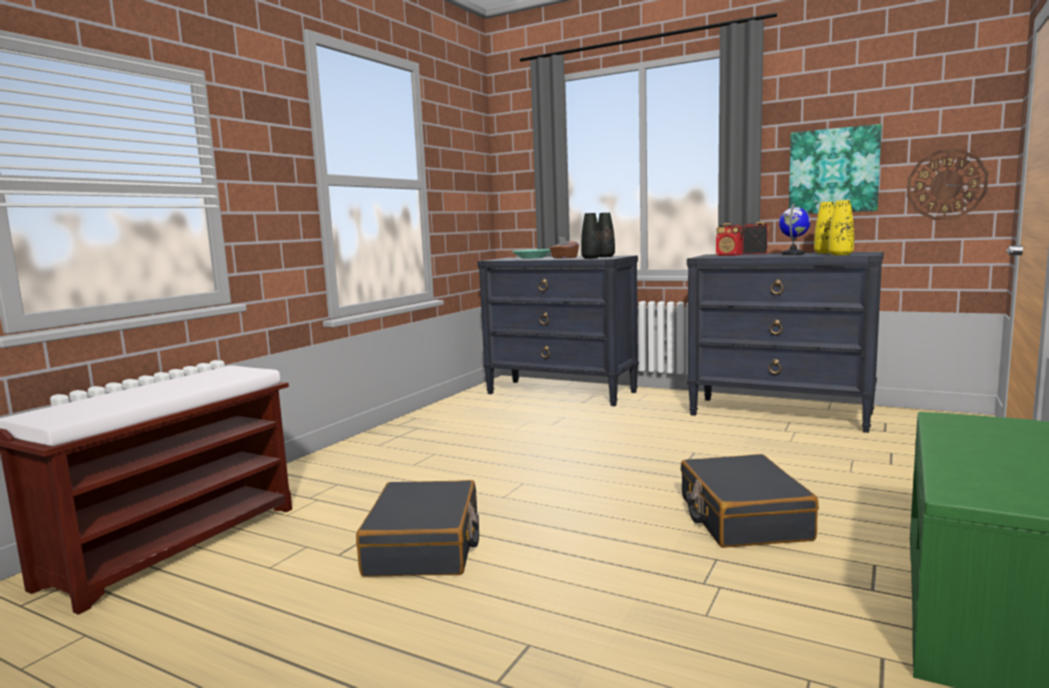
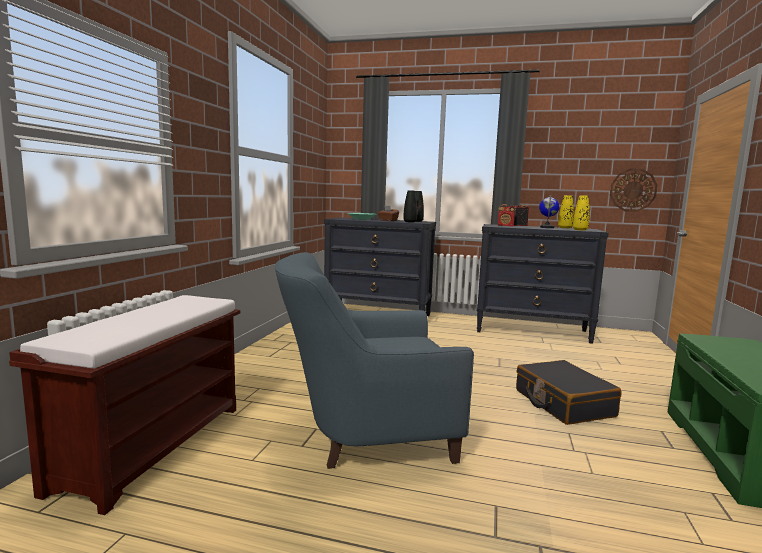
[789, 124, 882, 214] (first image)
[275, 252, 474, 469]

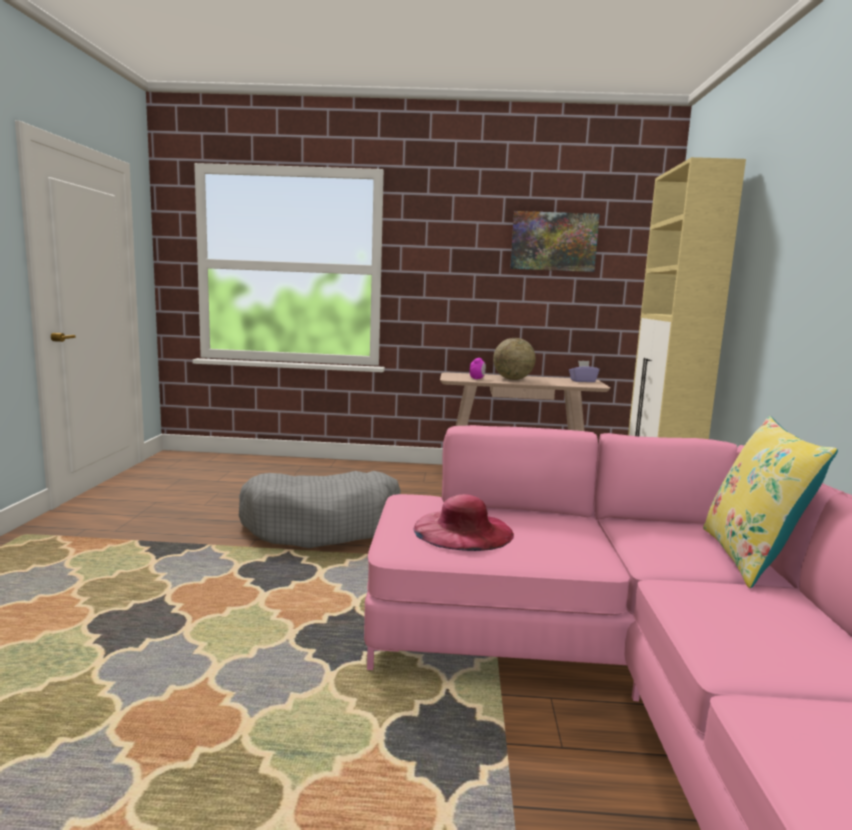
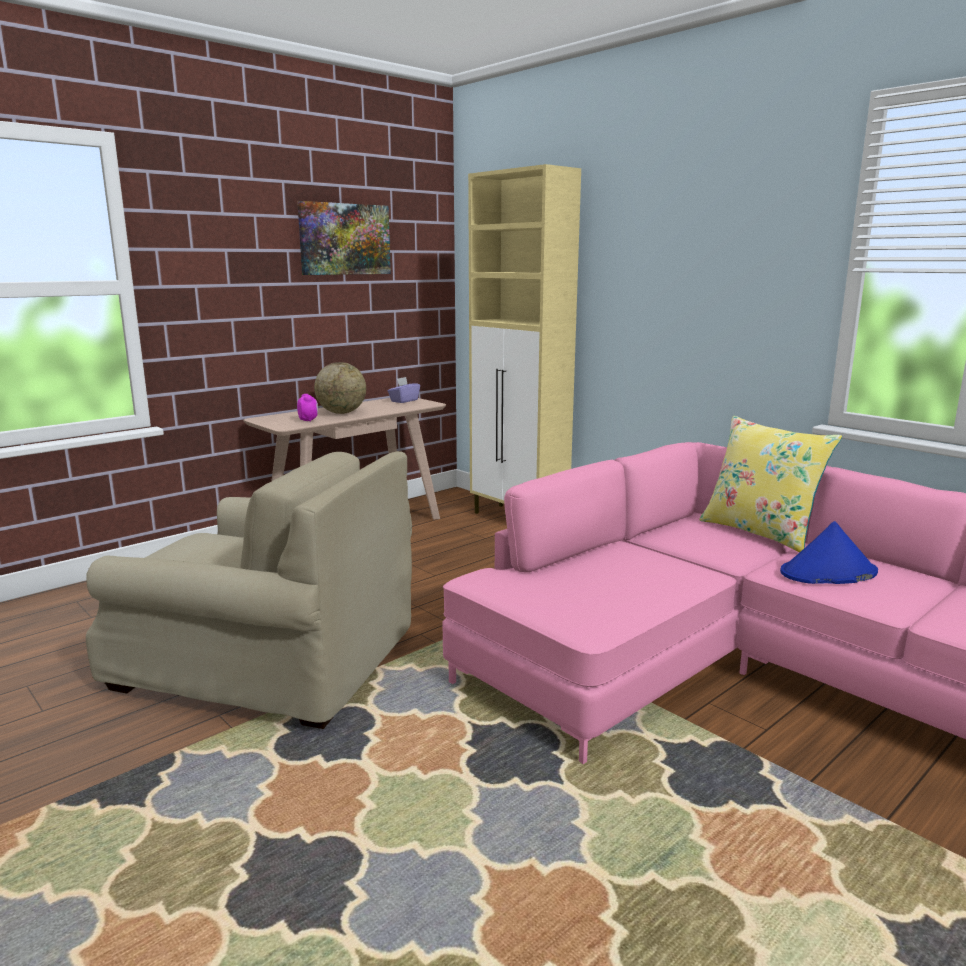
[414, 494, 514, 551] (first image)
[780, 521, 878, 584]
[86, 451, 412, 729]

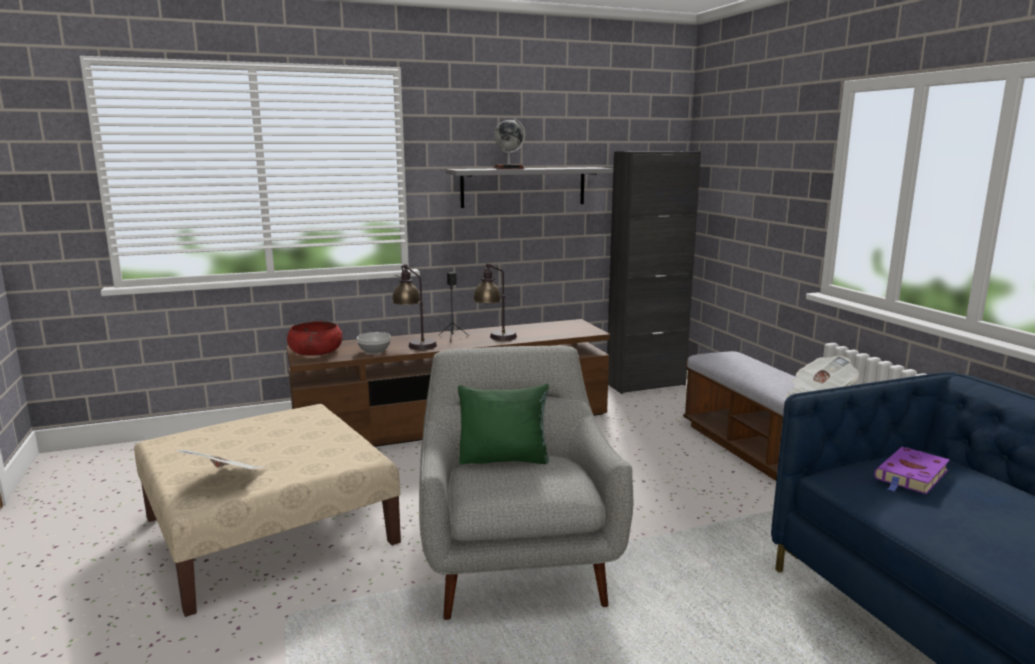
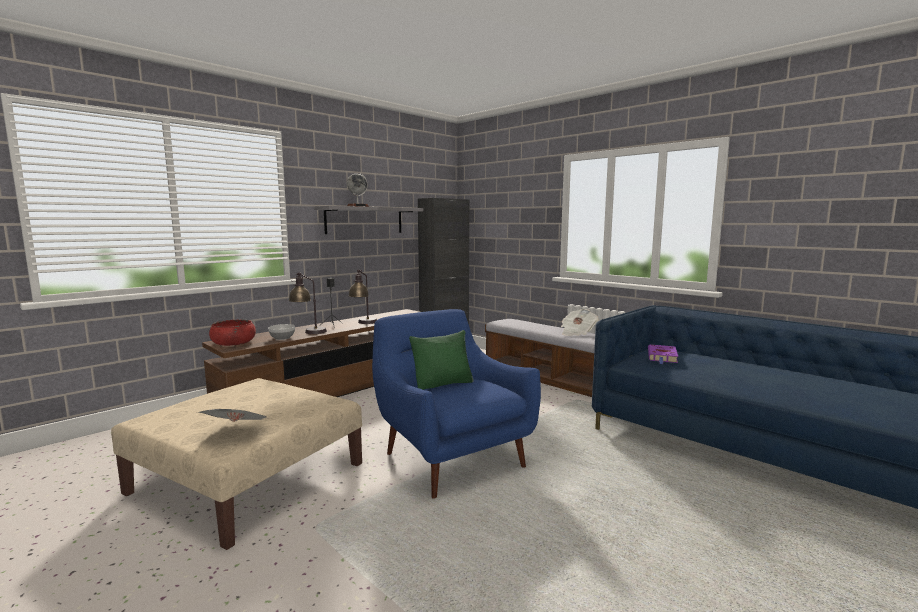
[372, 309, 541, 499]

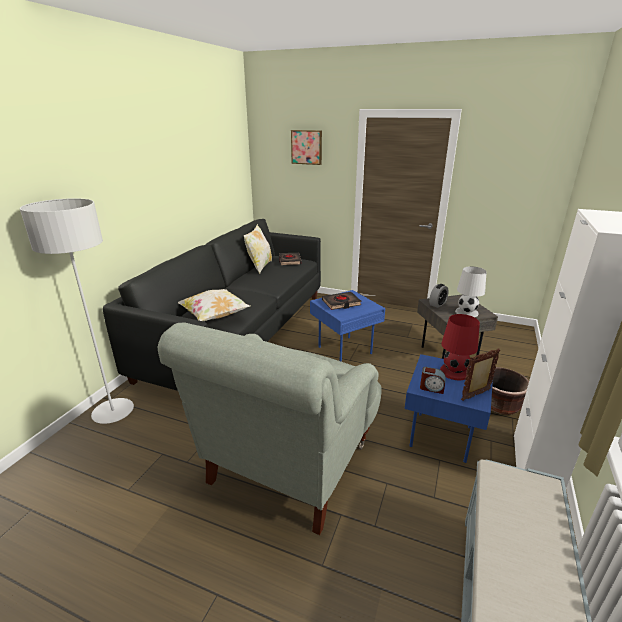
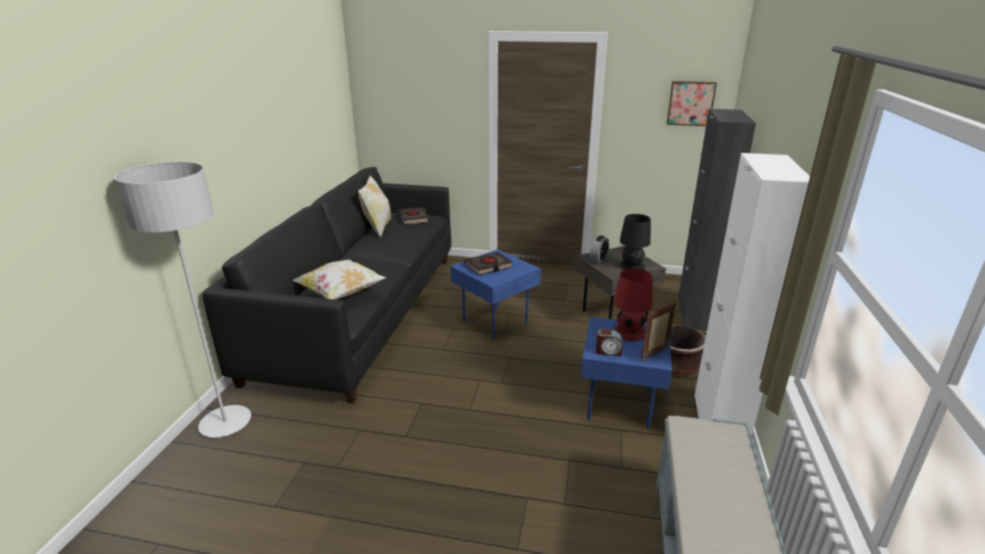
[157, 322, 381, 535] (first image)
[678, 109, 756, 331]
[667, 81, 717, 126]
[619, 214, 651, 270]

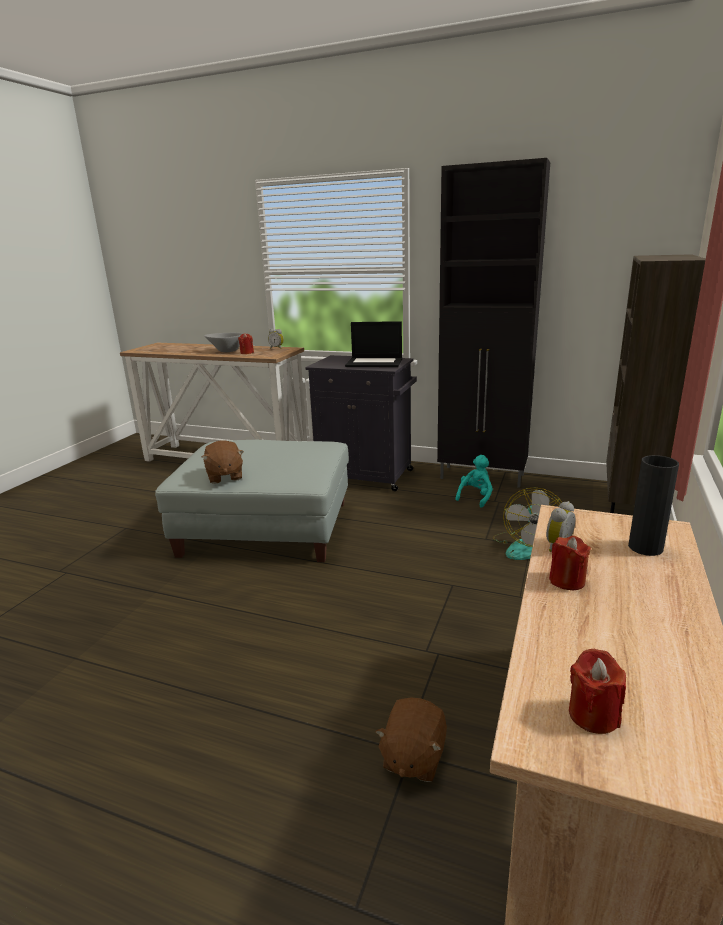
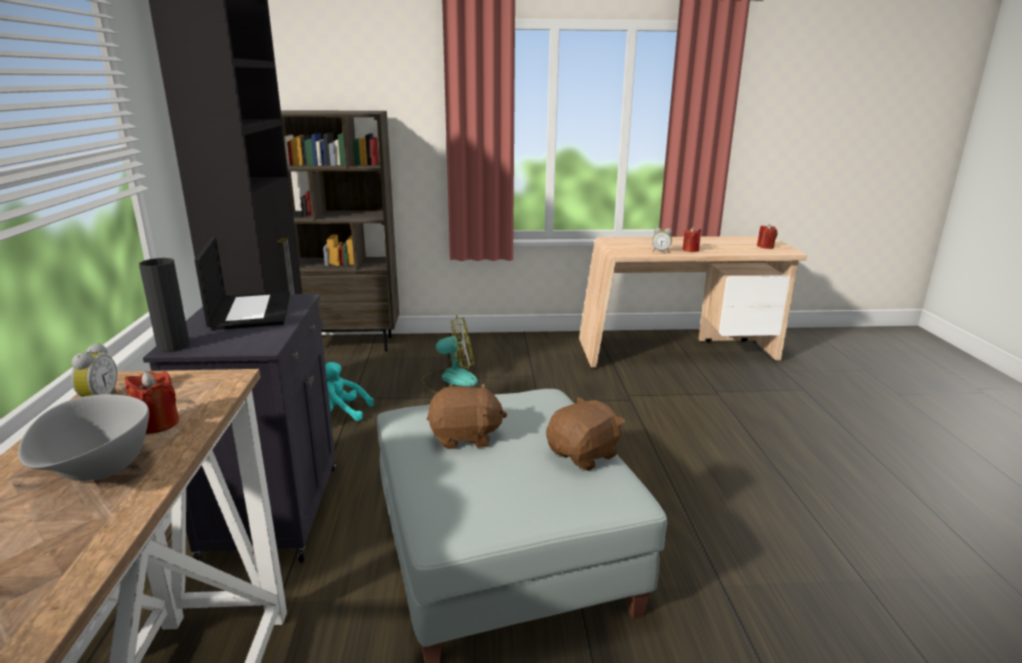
[427, 383, 507, 449]
[139, 258, 190, 352]

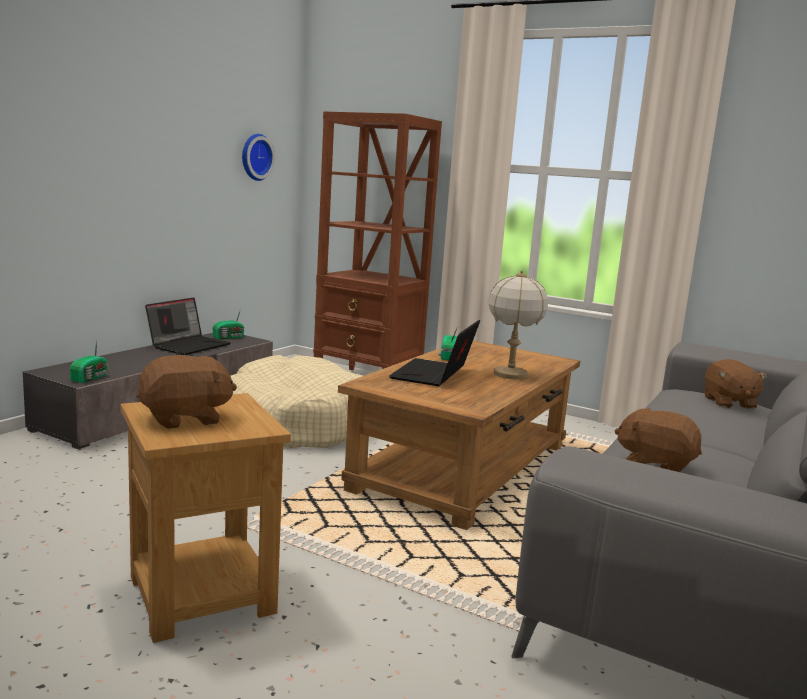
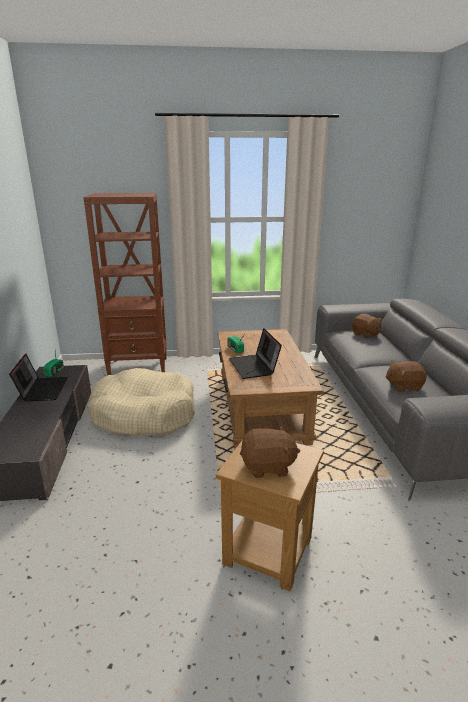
[70, 339, 108, 383] (first image)
[242, 134, 275, 181] (first image)
[488, 270, 548, 380] (first image)
[240, 426, 300, 478]

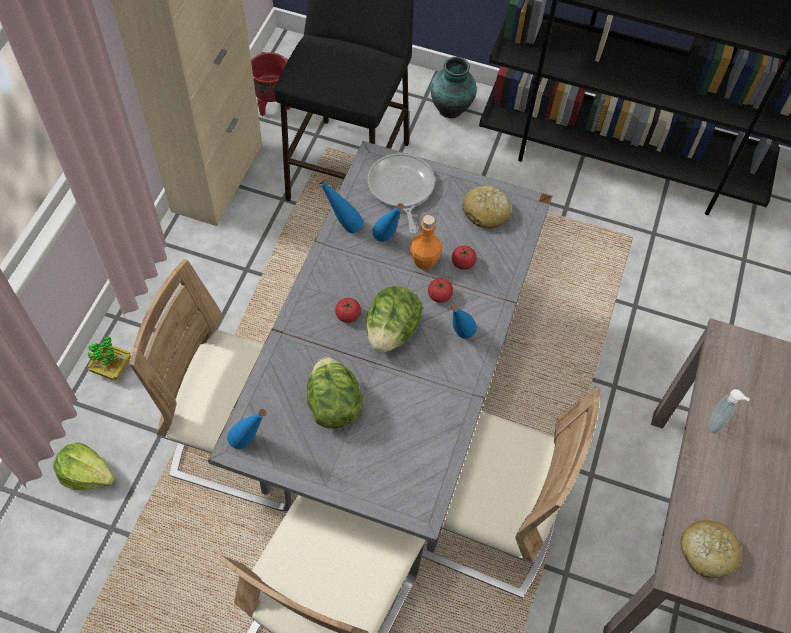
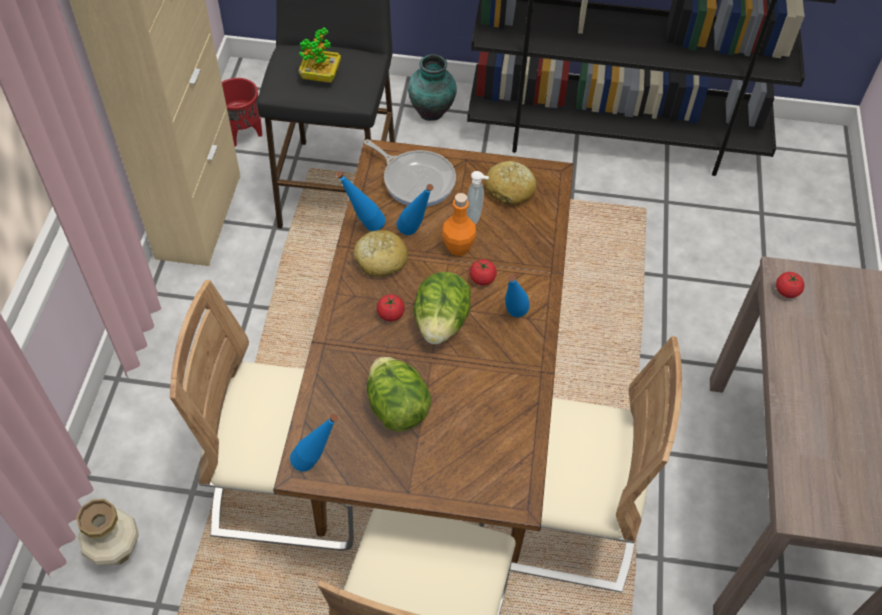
[299, 27, 341, 83]
[776, 272, 804, 298]
[354, 230, 409, 277]
[467, 171, 489, 225]
[76, 499, 139, 566]
[273, 139, 574, 563]
[364, 140, 456, 207]

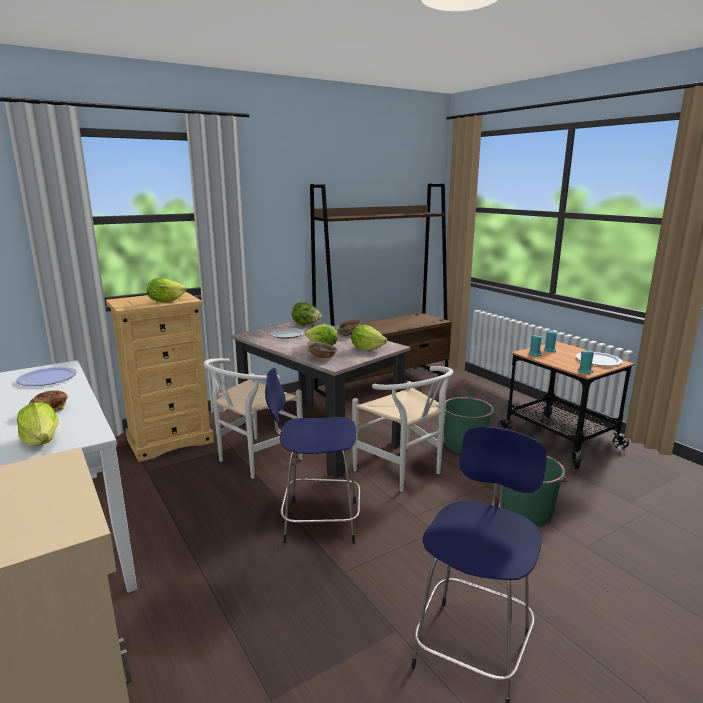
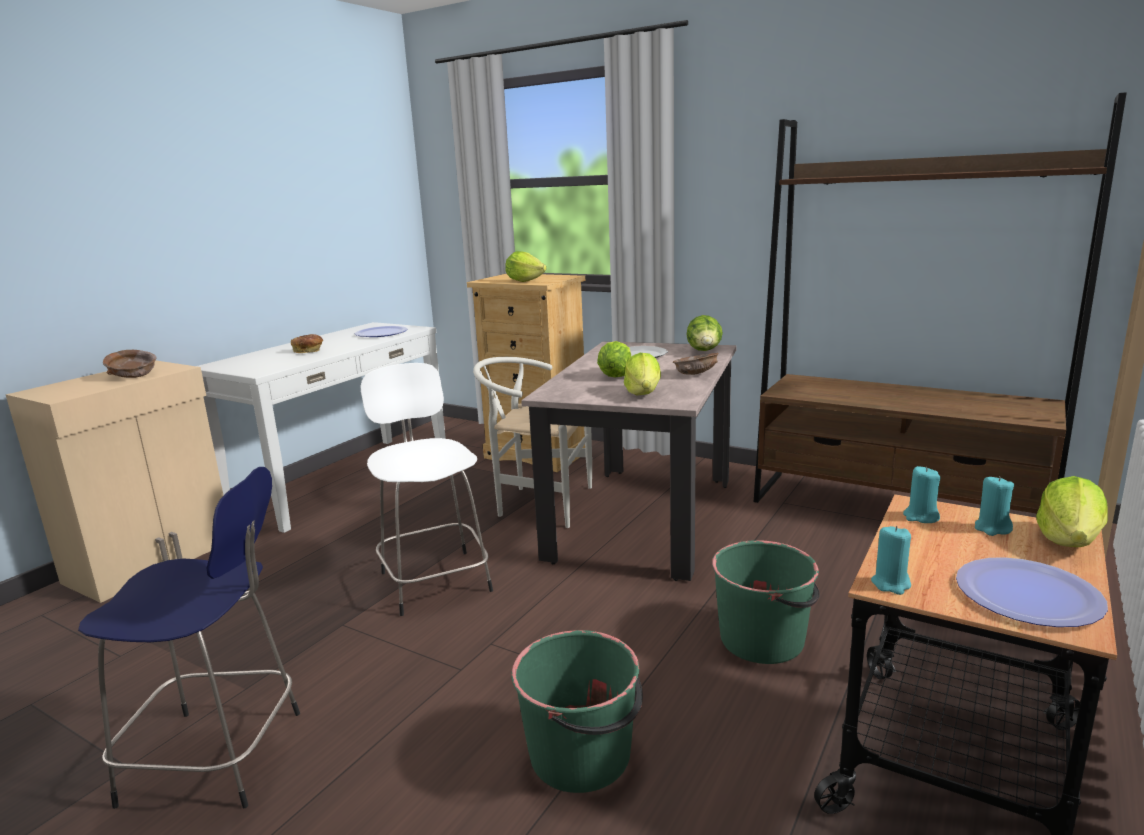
[352, 366, 453, 492] (first image)
[1036, 476, 1108, 547]
[103, 350, 157, 378]
[361, 363, 493, 616]

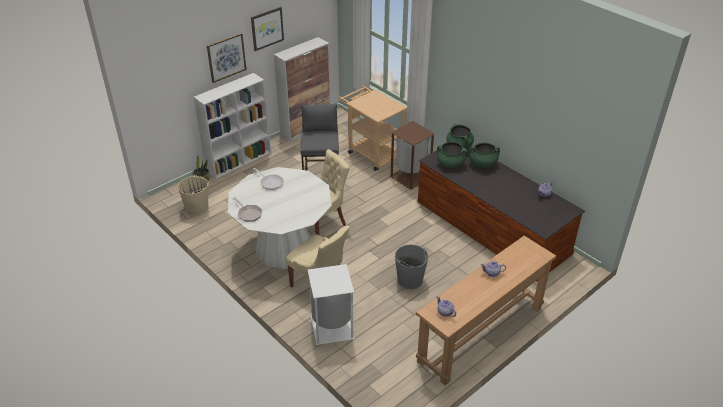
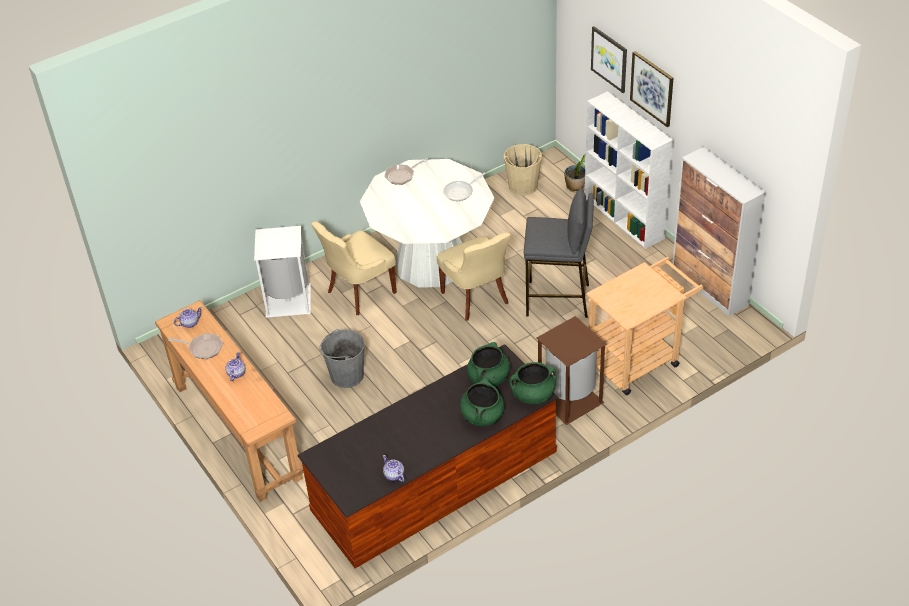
[168, 333, 223, 359]
[591, 26, 627, 93]

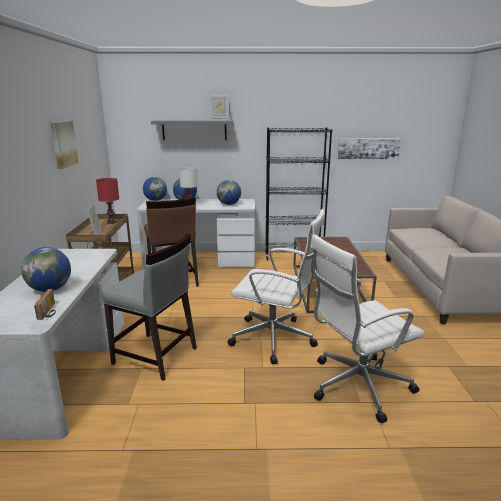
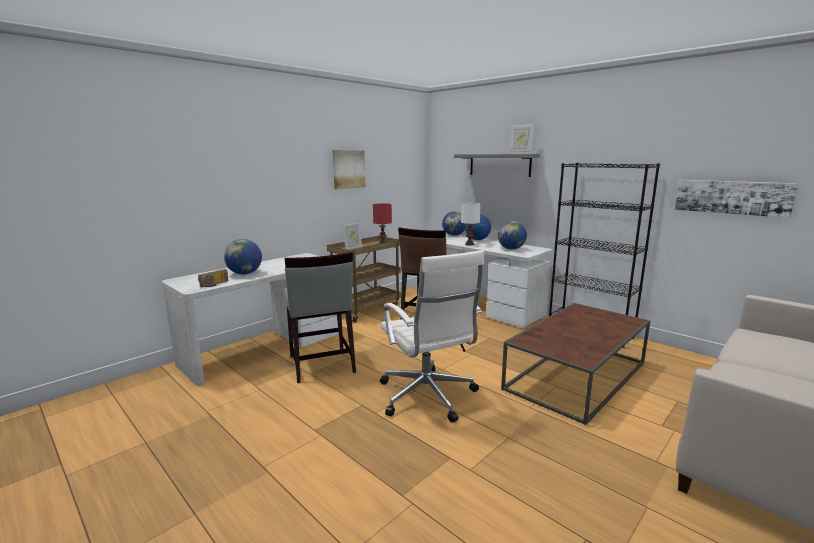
[310, 234, 425, 423] (first image)

